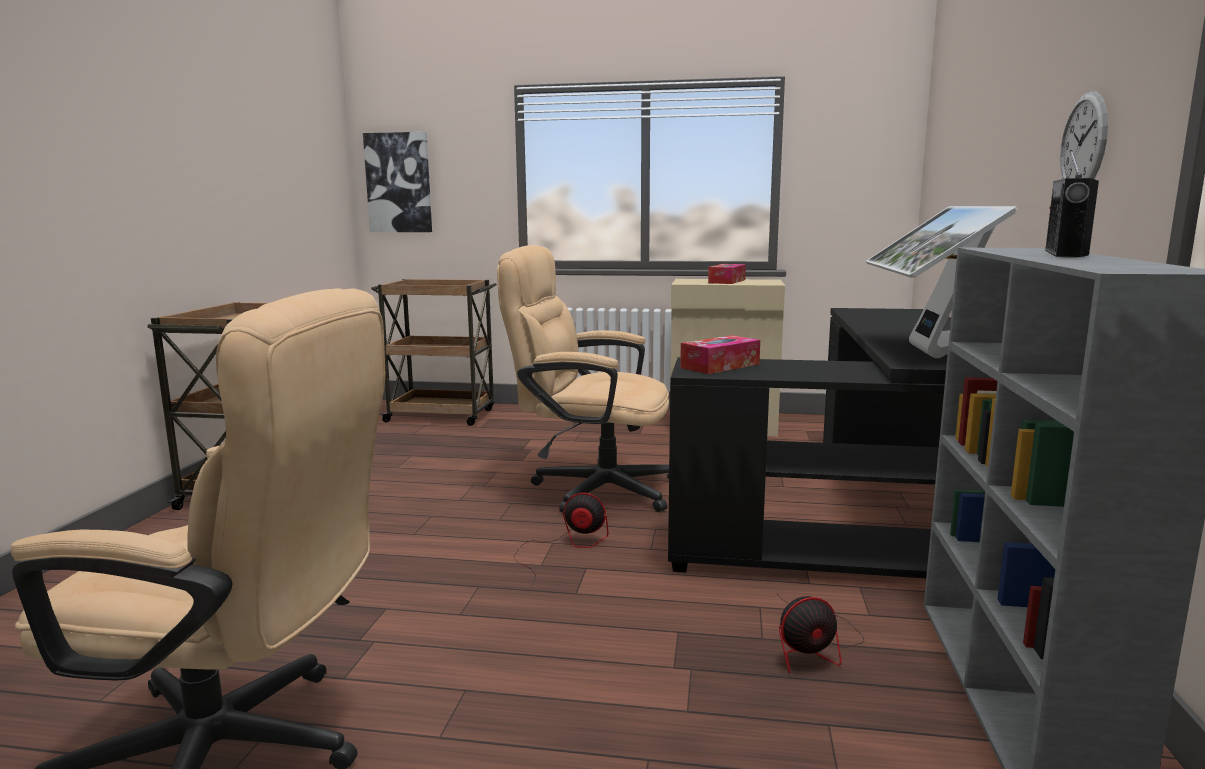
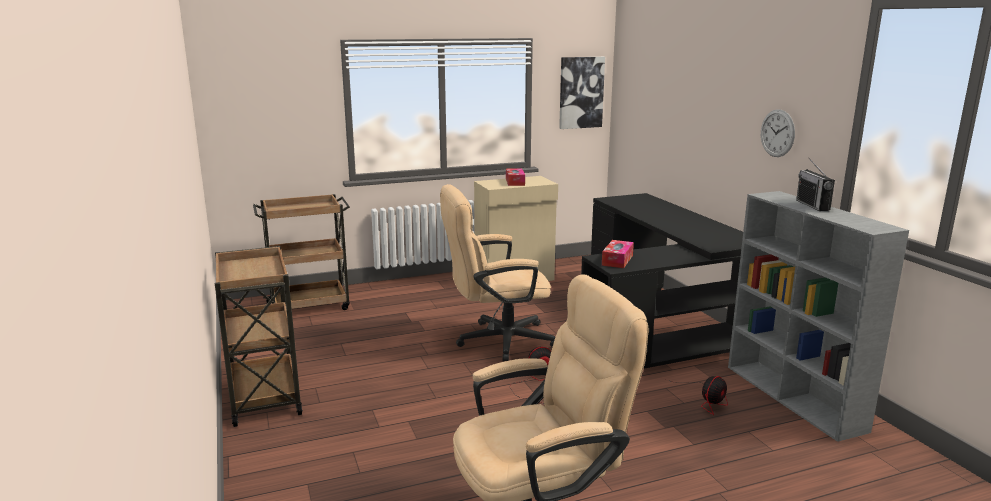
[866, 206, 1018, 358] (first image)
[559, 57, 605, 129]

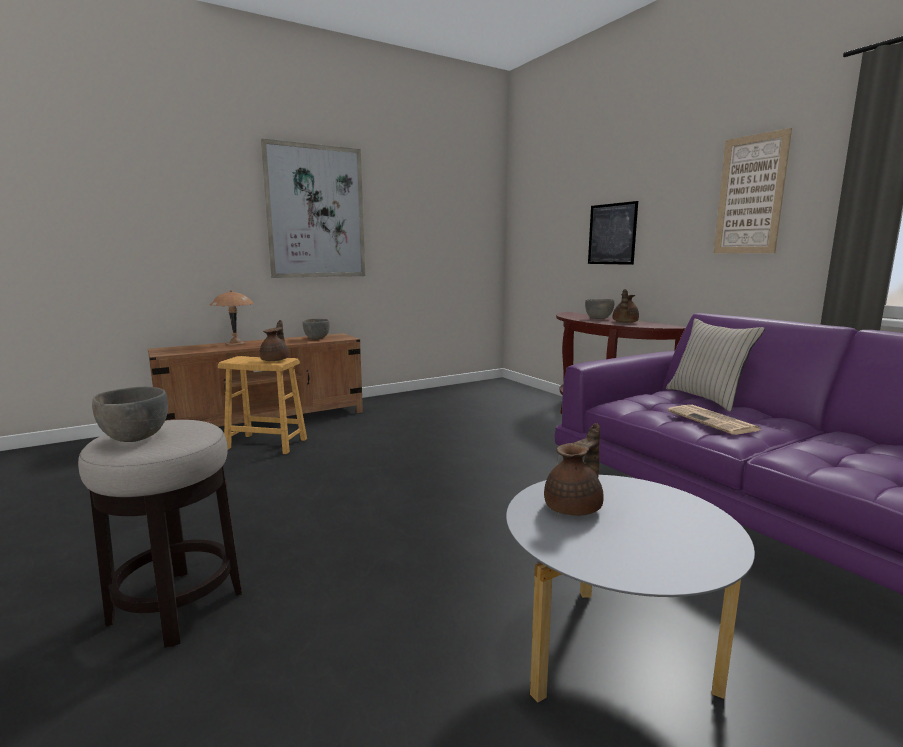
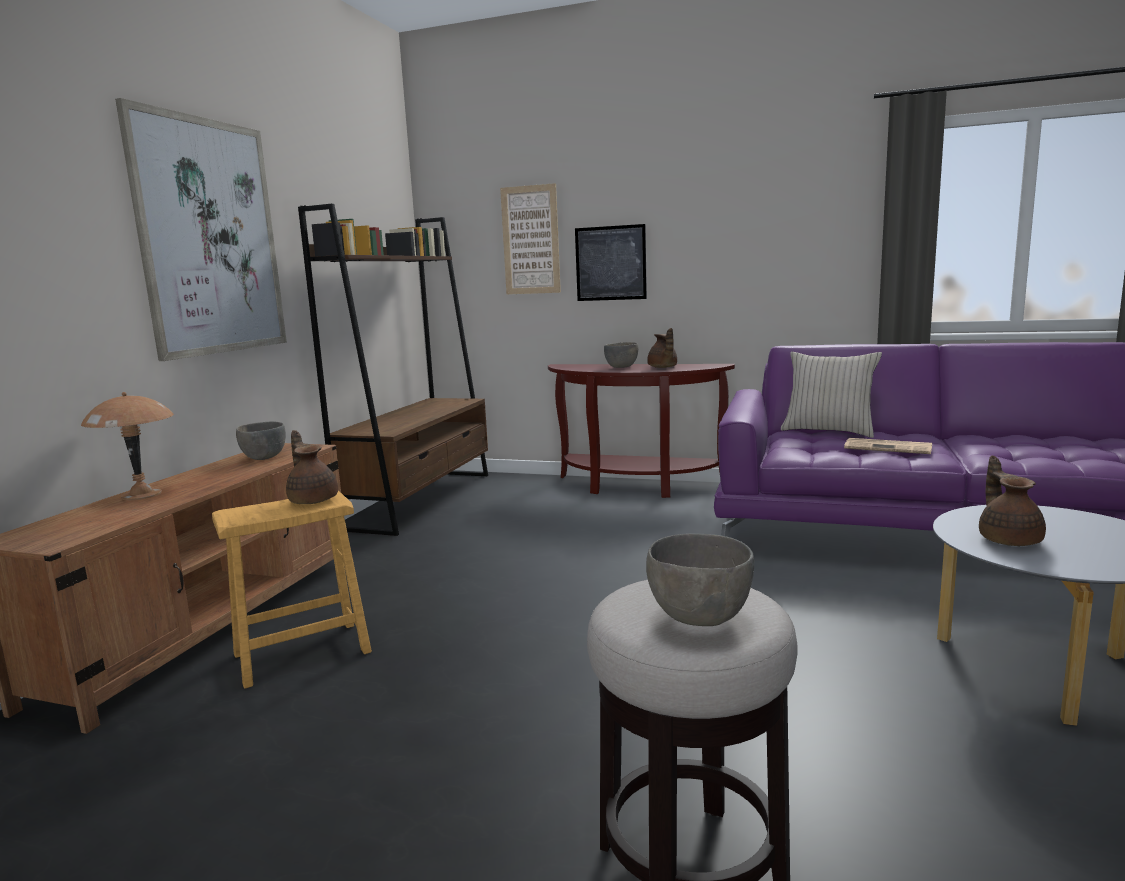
[298, 204, 488, 536]
[500, 183, 561, 294]

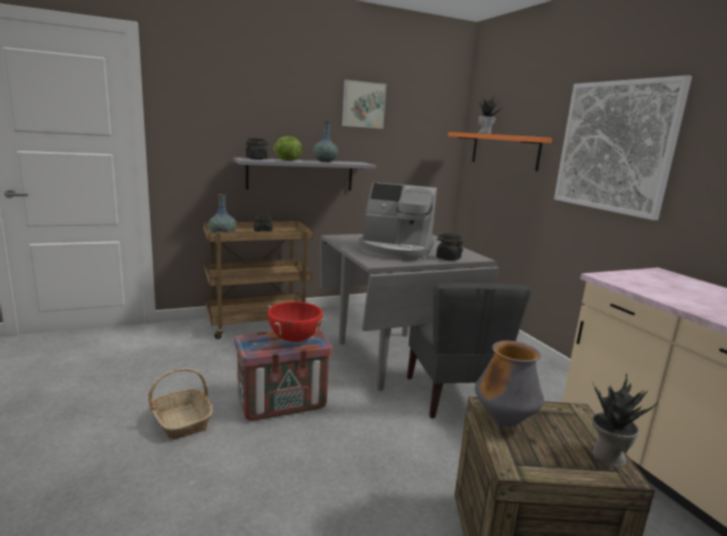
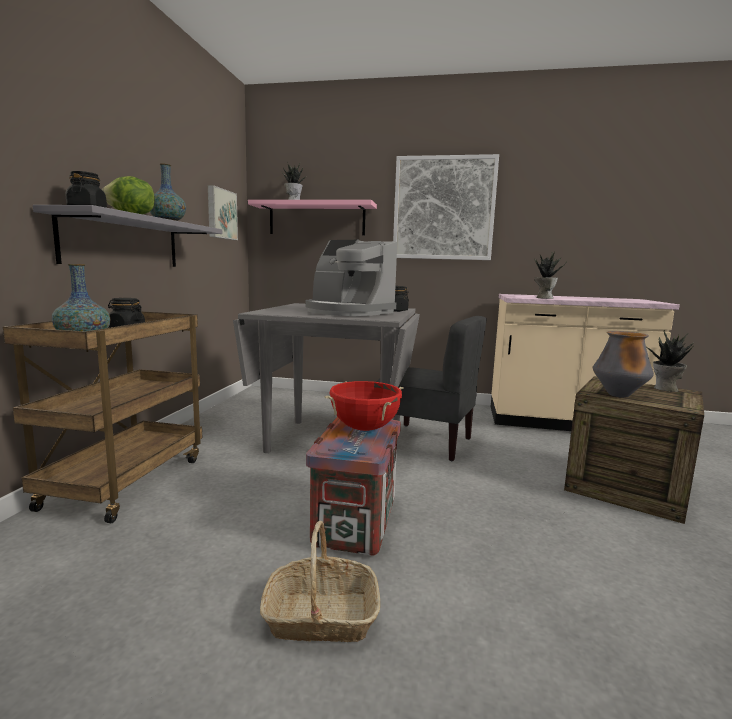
[534, 252, 567, 299]
[208, 185, 238, 240]
[248, 200, 377, 235]
[306, 240, 397, 316]

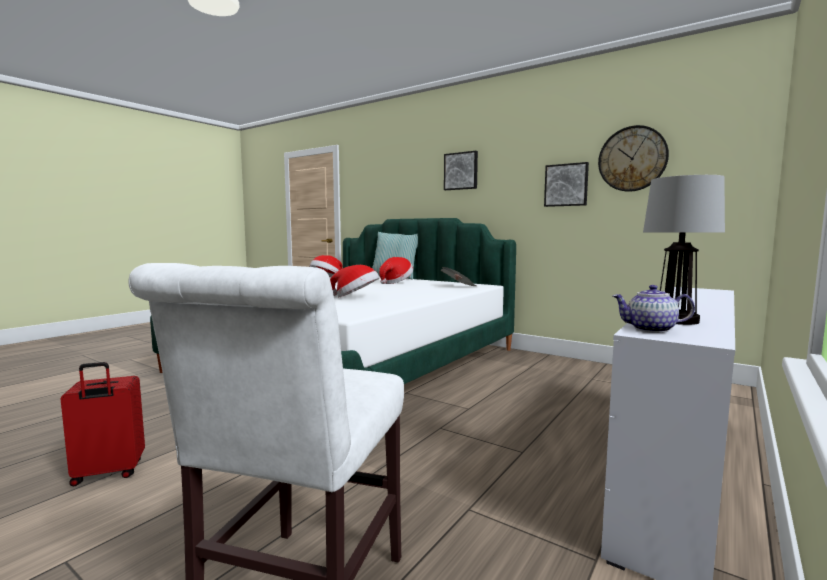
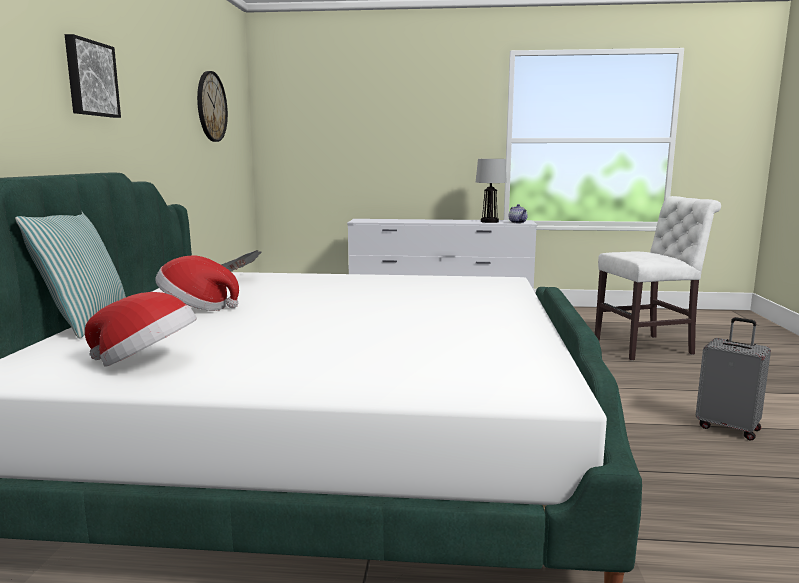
[330, 265, 380, 297] (first image)
[544, 162, 589, 207] (first image)
[696, 317, 771, 441]

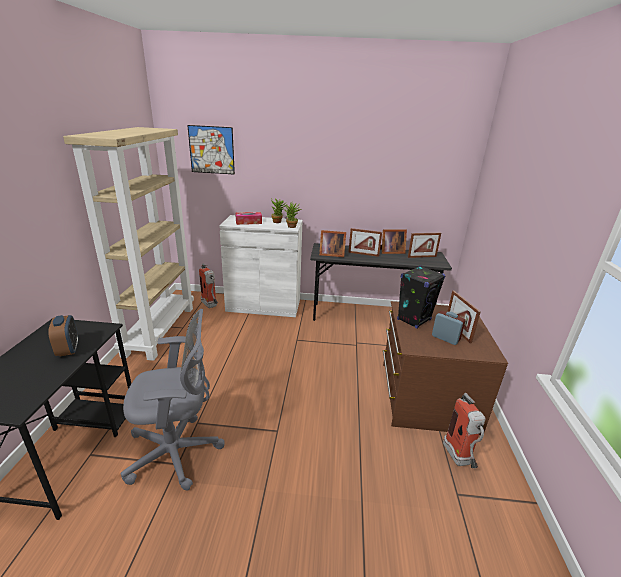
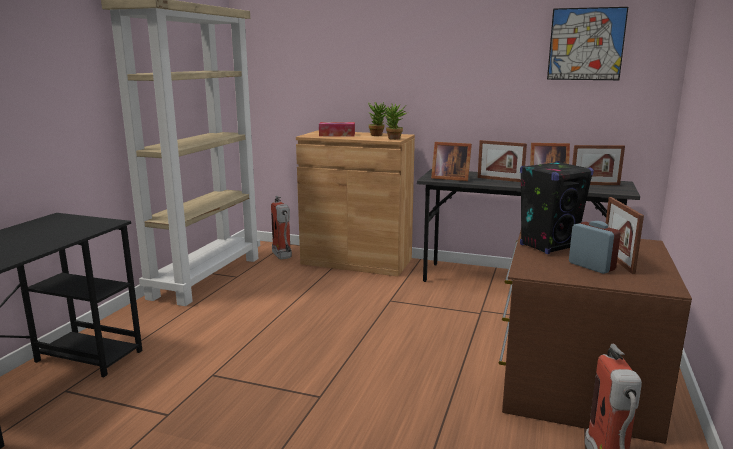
[48, 315, 78, 356] (first image)
[121, 309, 225, 490] (first image)
[547, 7, 628, 80]
[296, 130, 415, 276]

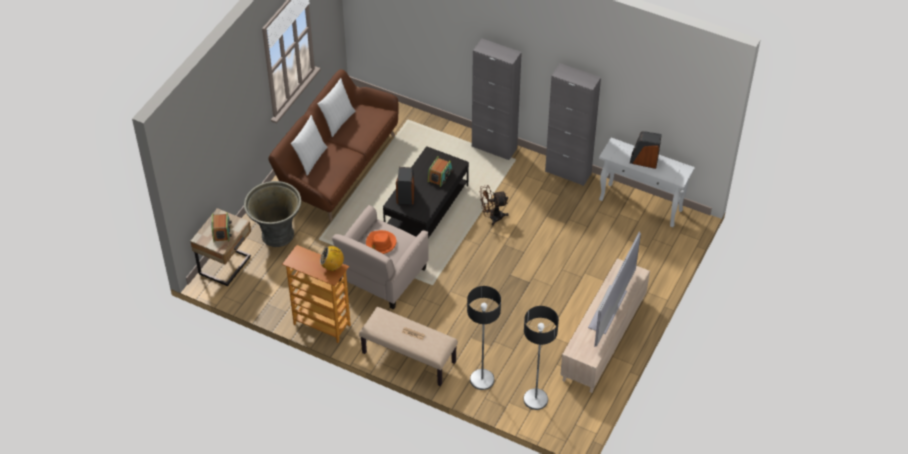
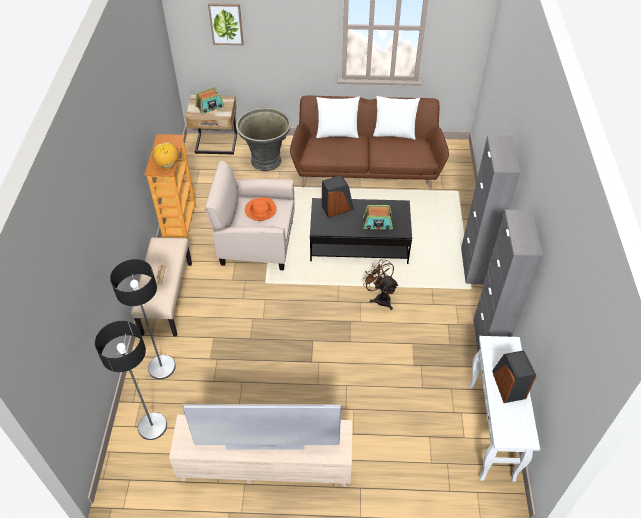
[208, 3, 244, 45]

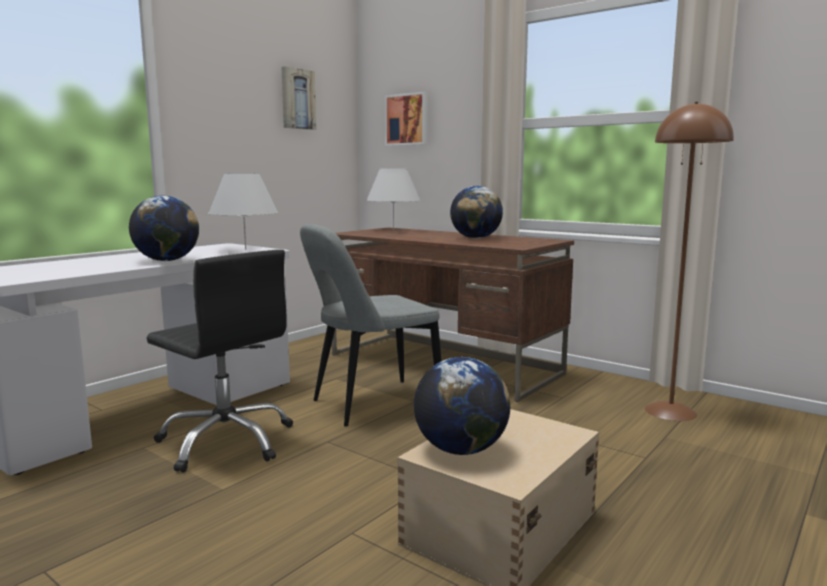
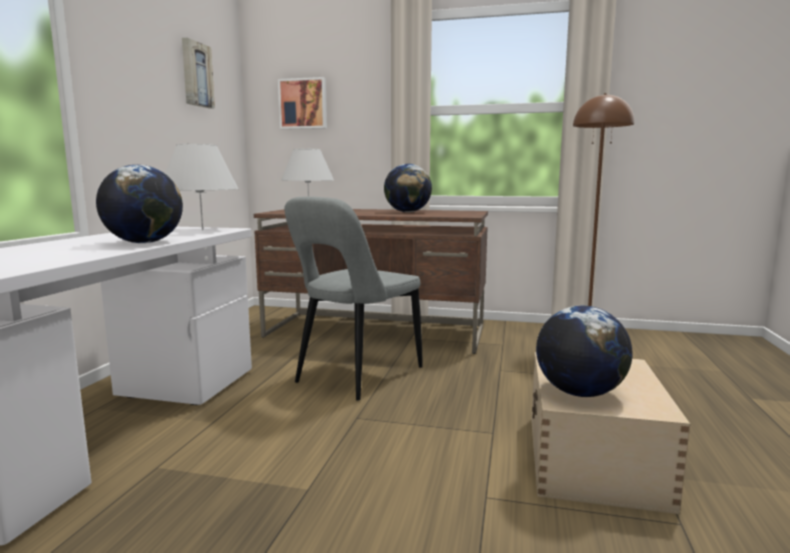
[147, 250, 293, 473] (first image)

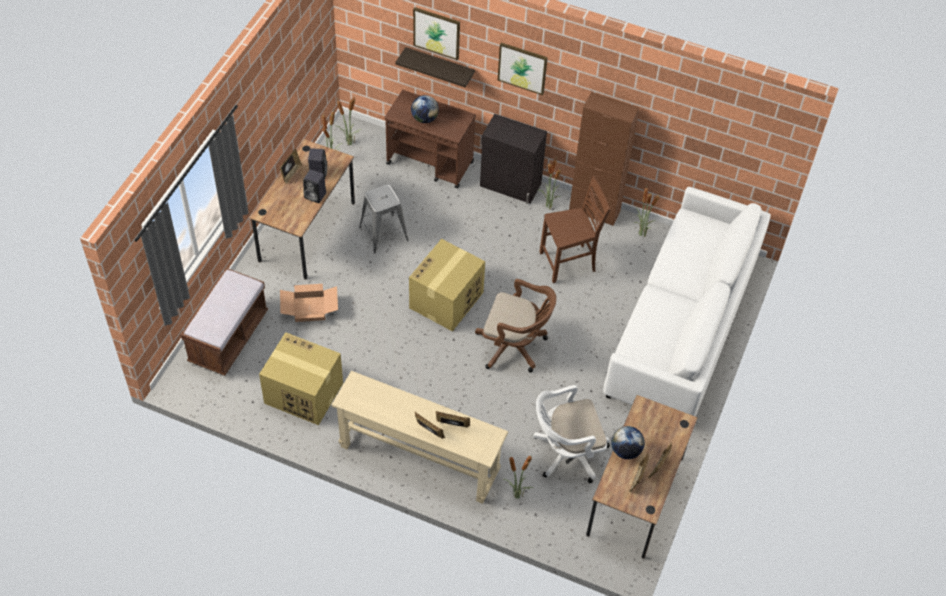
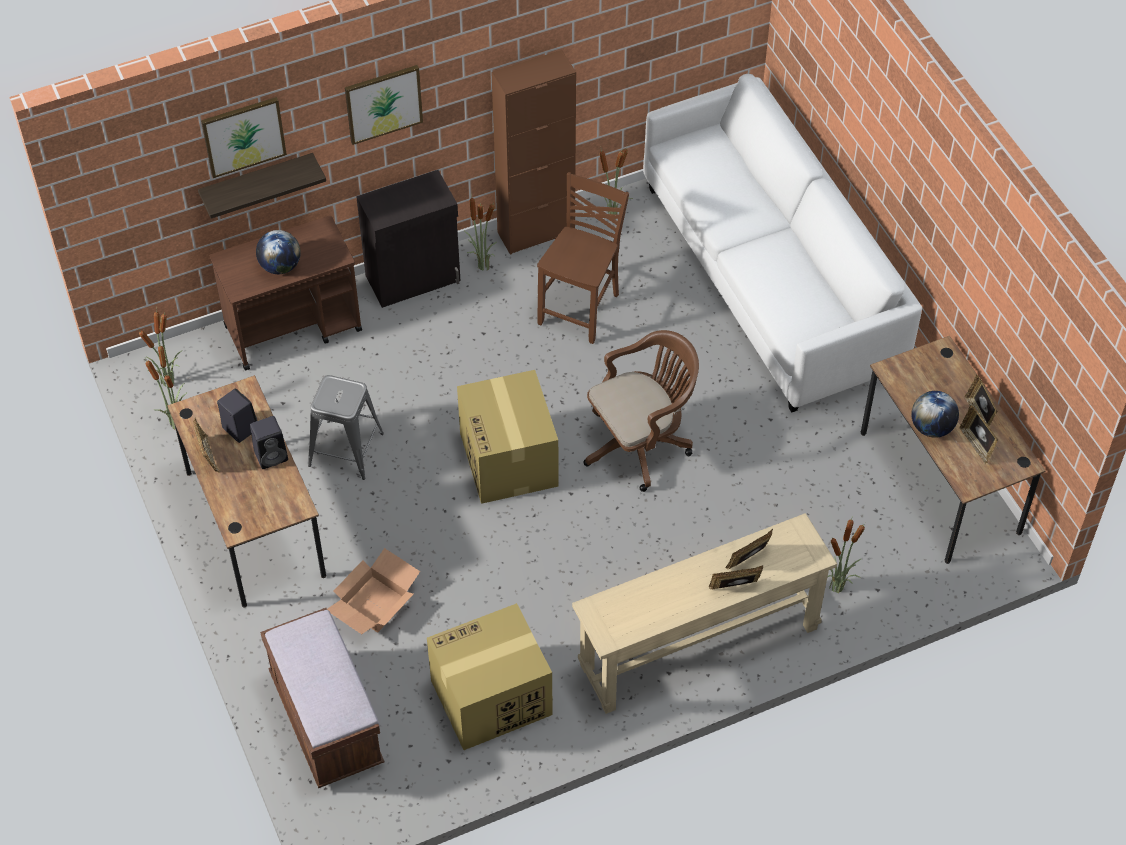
[533, 385, 610, 483] (first image)

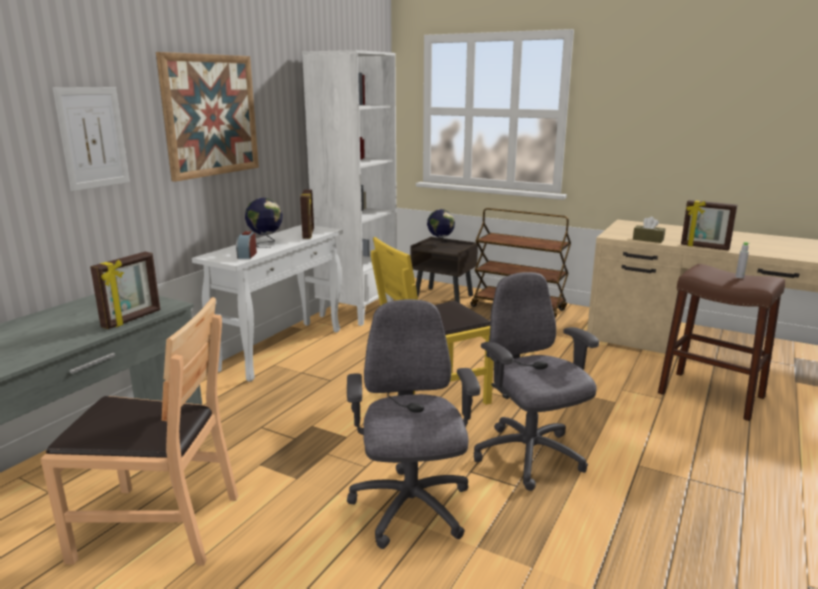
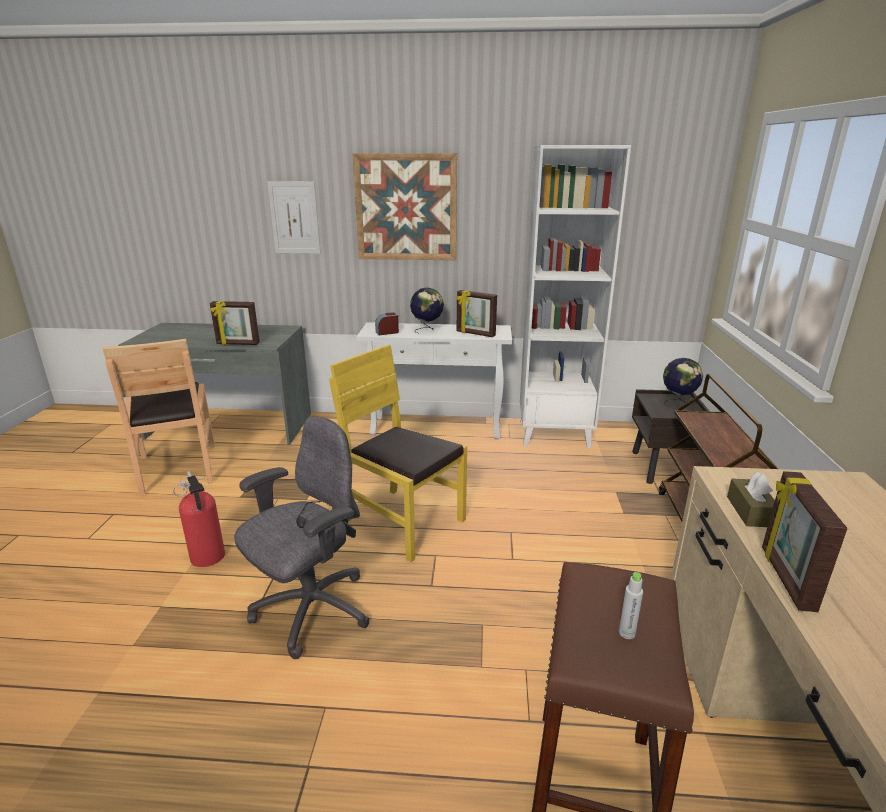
[173, 471, 225, 567]
[456, 290, 497, 337]

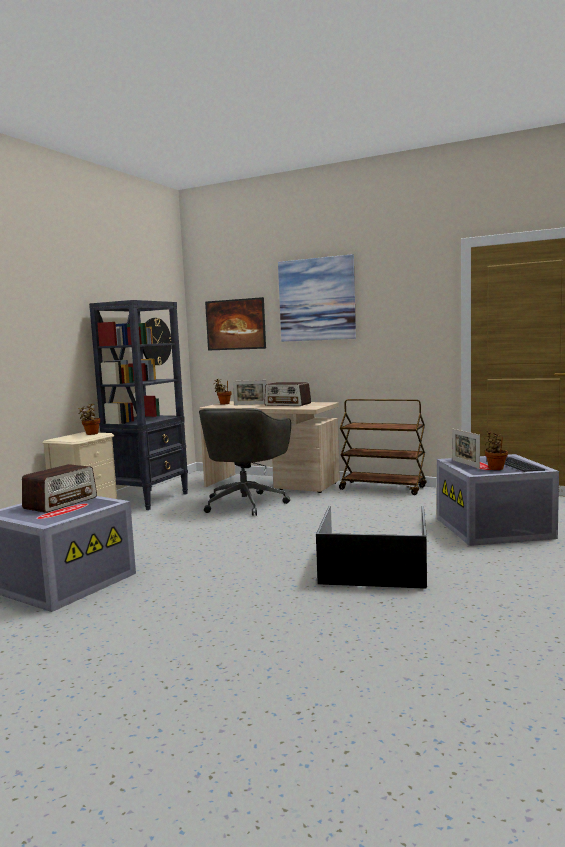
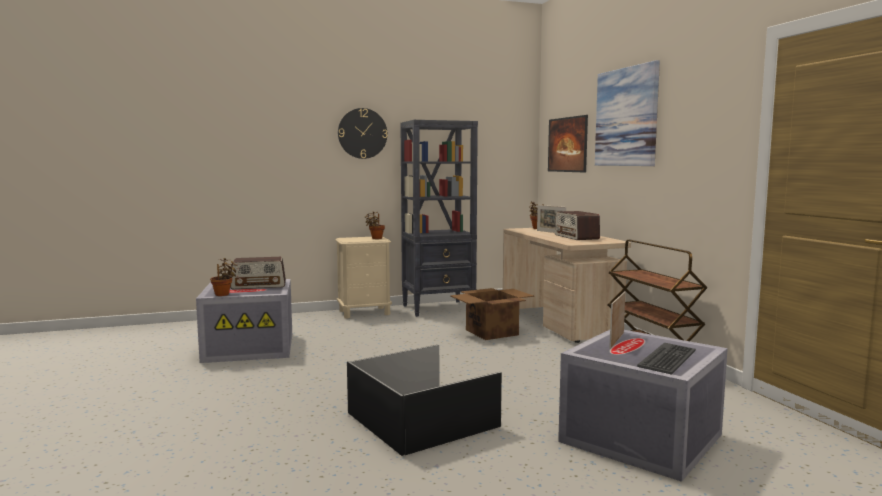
[338, 108, 387, 159]
[210, 258, 238, 296]
[450, 288, 534, 340]

